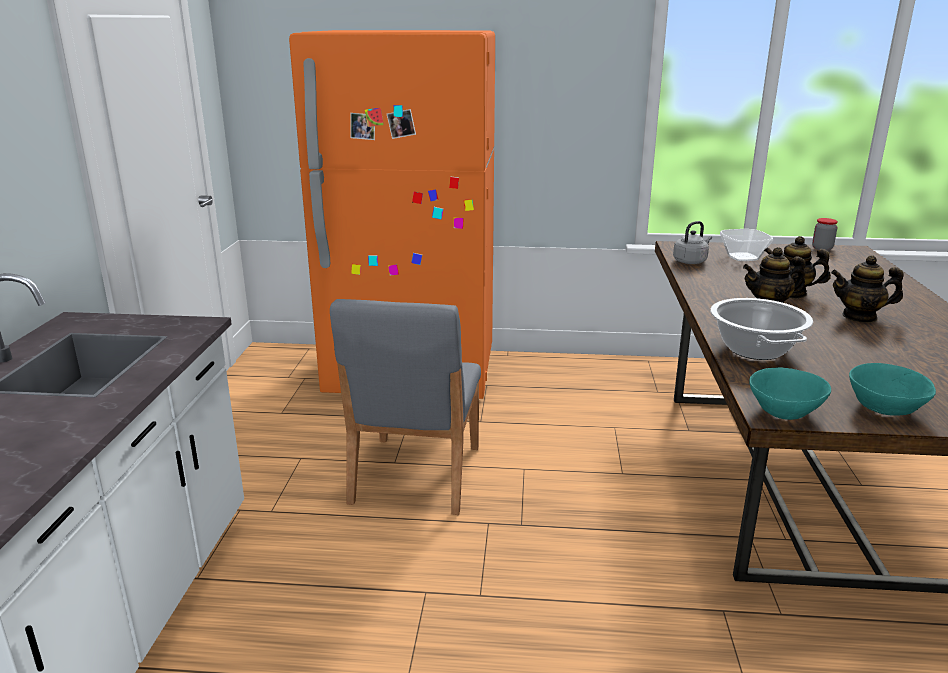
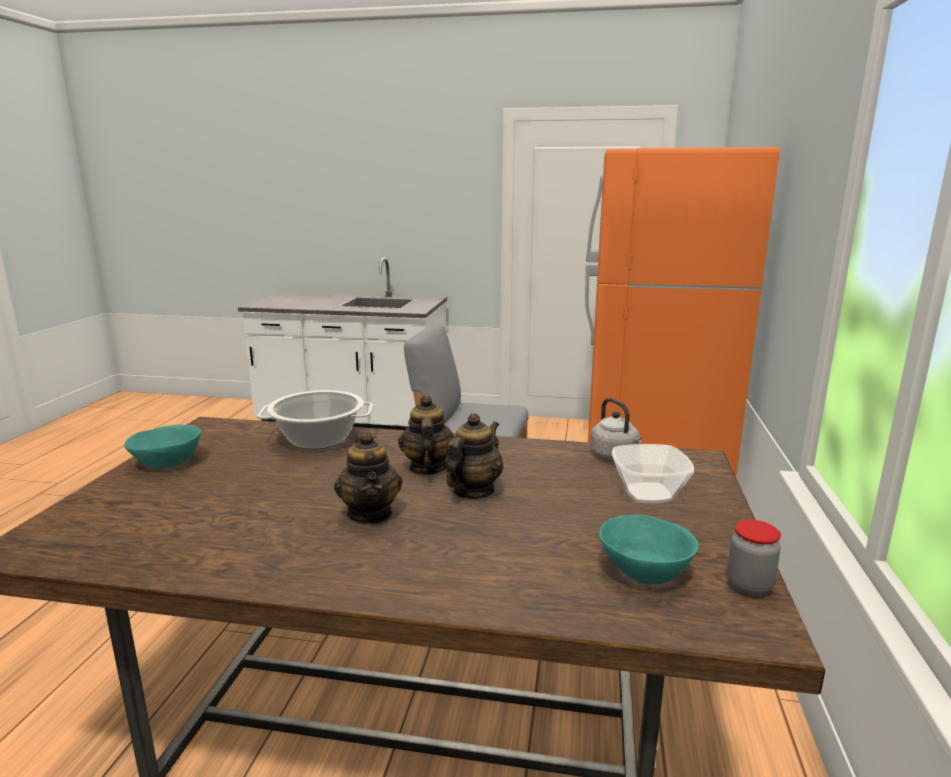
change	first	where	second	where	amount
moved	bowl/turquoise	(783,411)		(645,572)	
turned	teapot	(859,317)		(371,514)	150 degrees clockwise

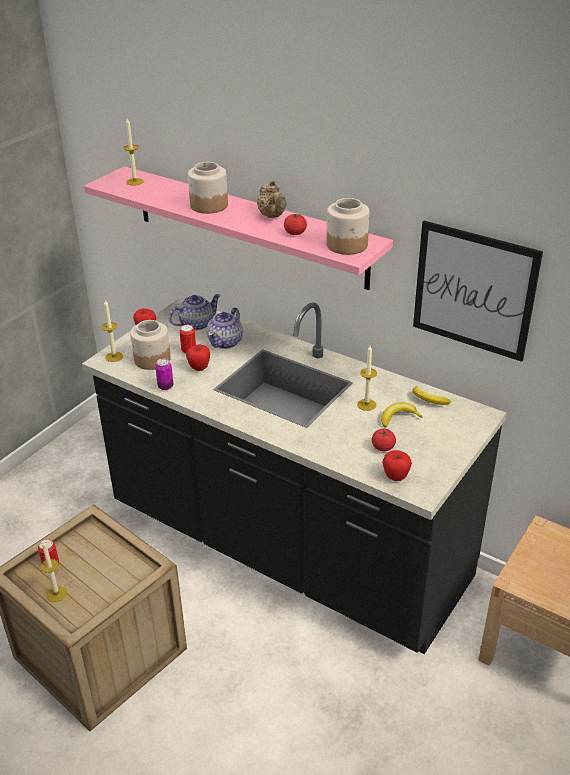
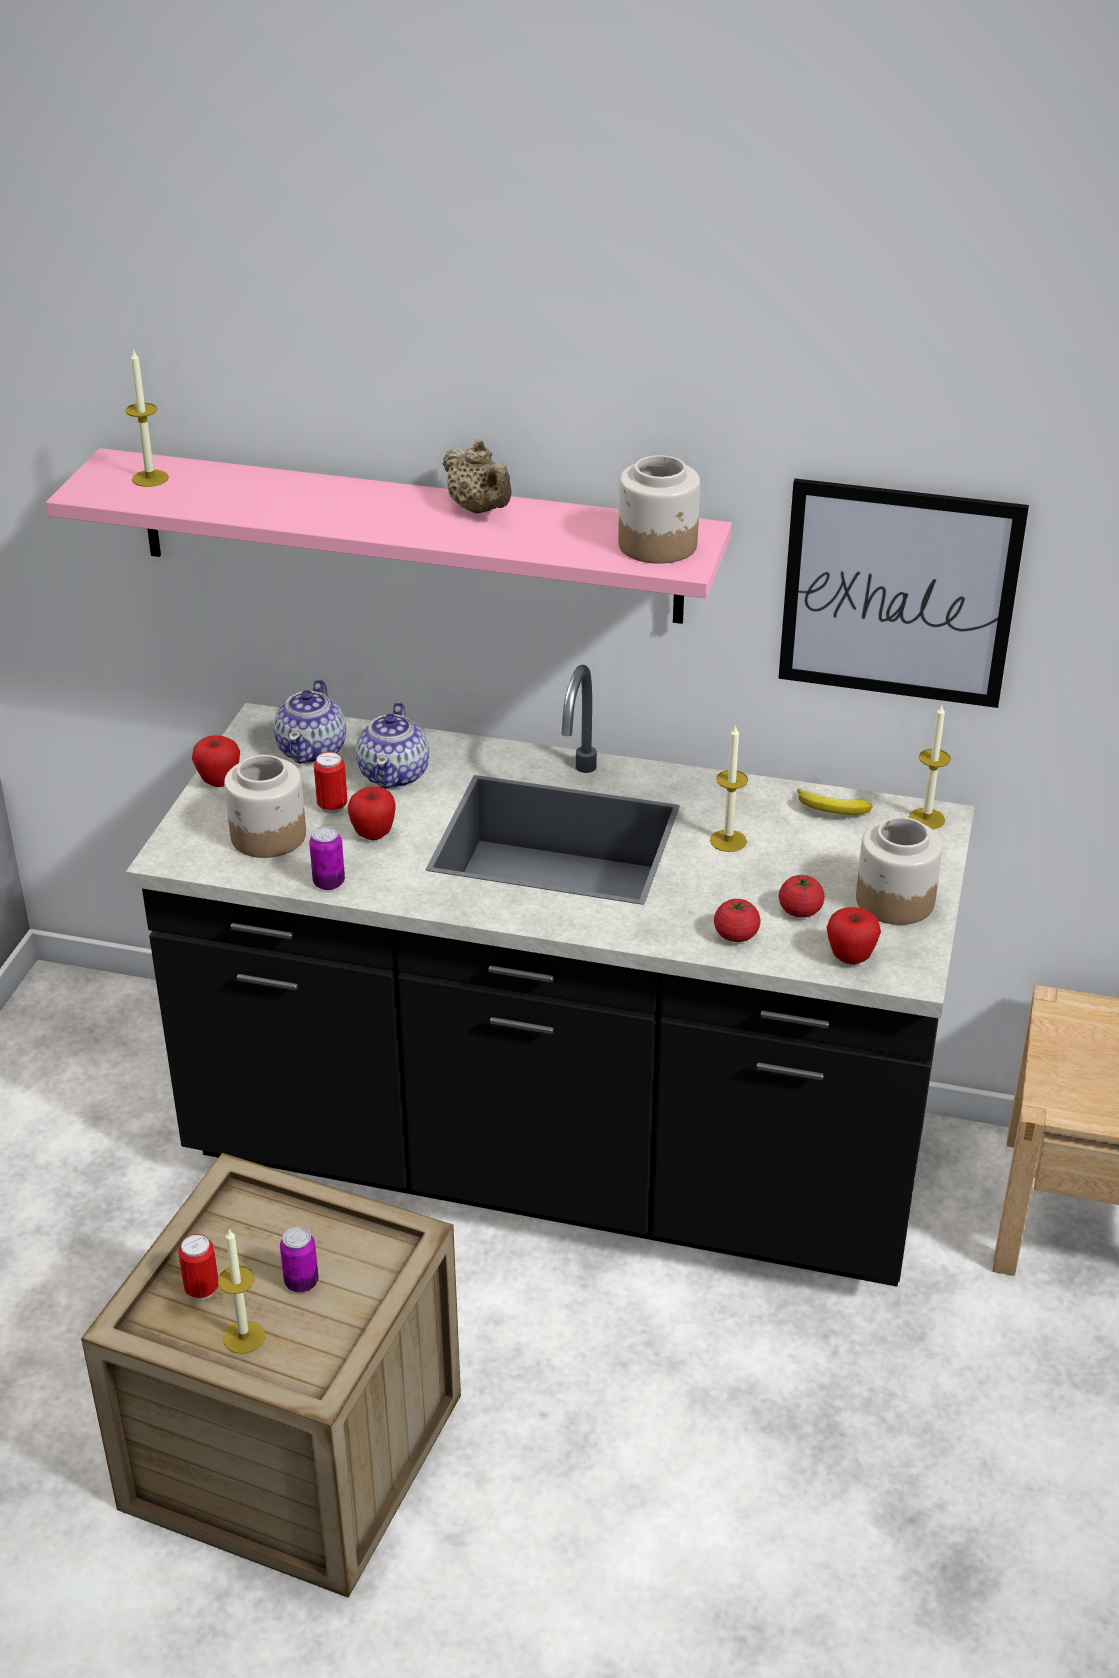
change	first	where	second	where	amount
moved	candle	(114,357)		(926,819)	
turned	teapot	(196,324)		(313,750)	150 degrees clockwise
moved	jar	(209,205)		(894,900)	
moved	tomato	(295,233)		(736,935)	
removed	banana	(398,418)			
added			can	(301,1282)	

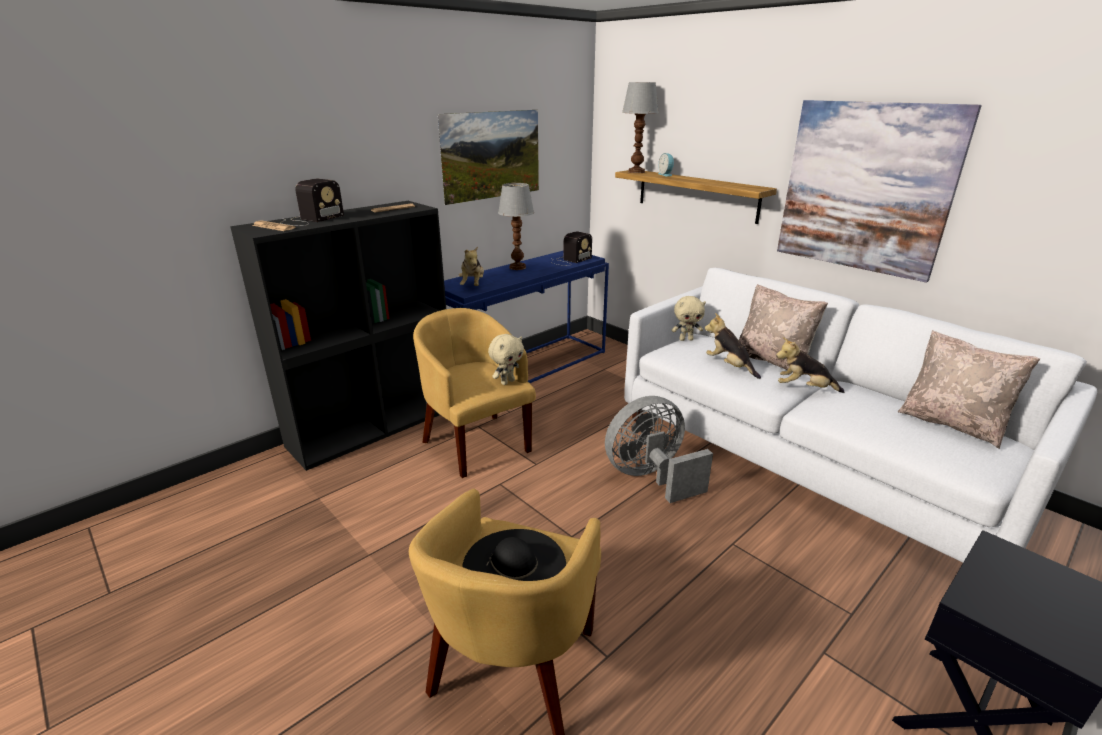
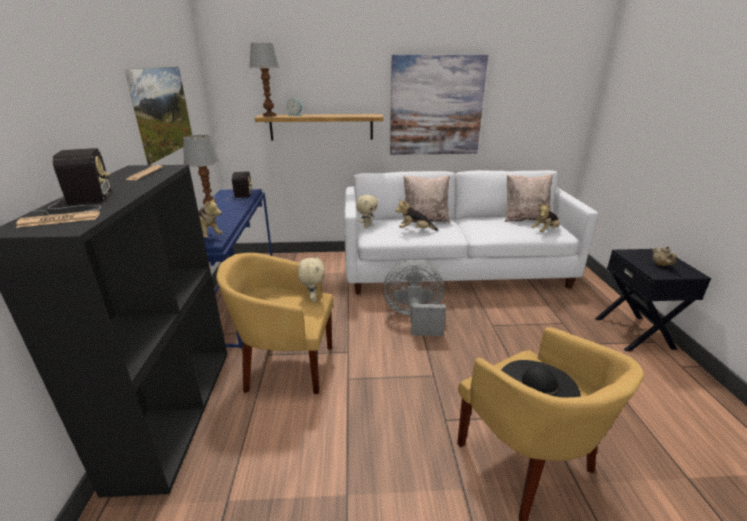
change	first	where	second	where	amount
turned	fan/grey	(651,477)		(414,318)	75 degrees clockwise
moved	plush toy	(804,388)		(545,231)	
added			teapot/beige	(660,265)	

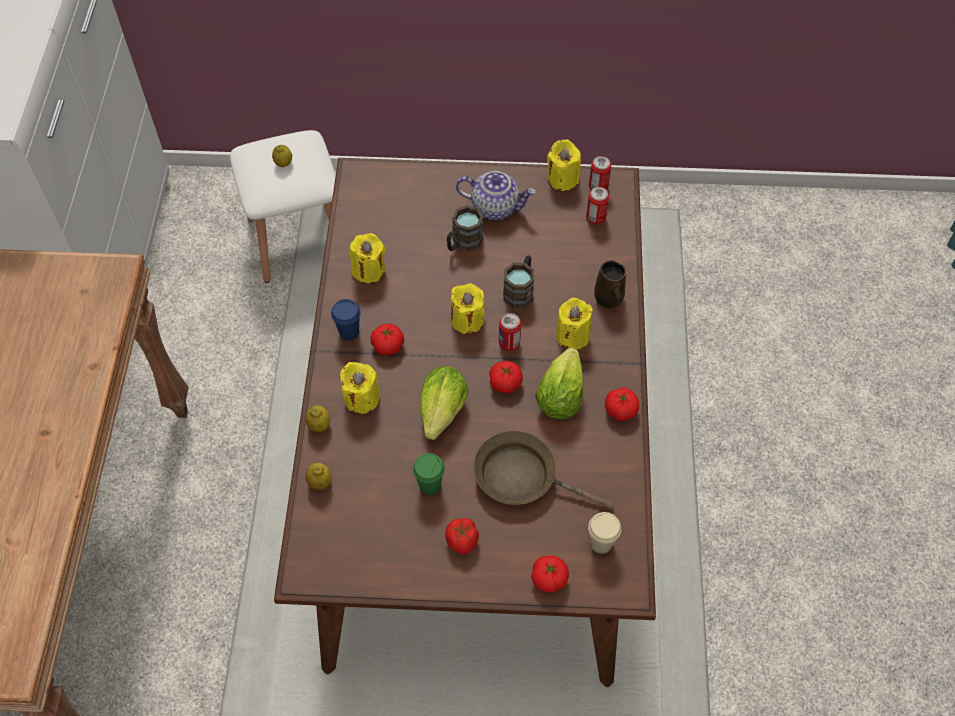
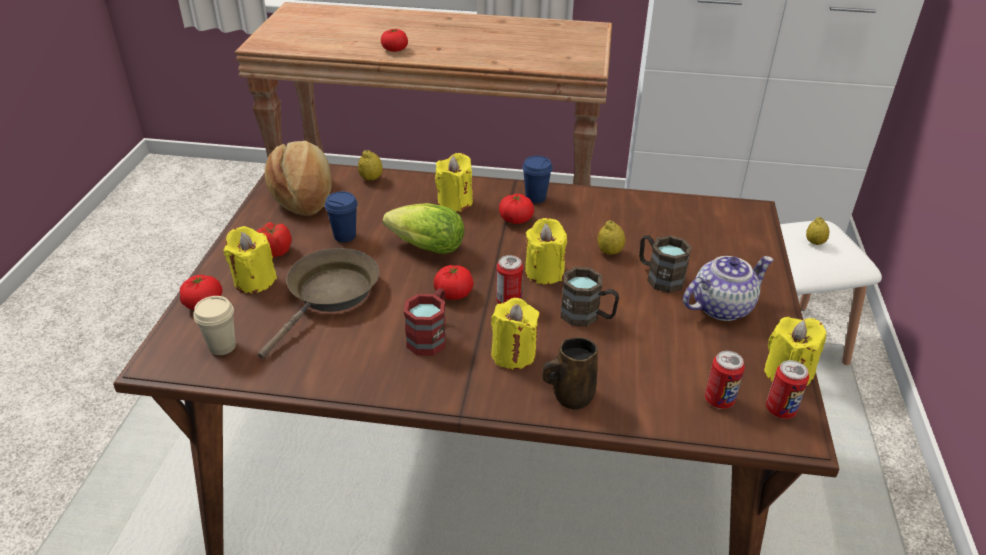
change	first	where	second	where	amount
moved	lemon	(319,425)		(609,252)	
moved	candle/yellow	(369,270)		(254,281)	
recoloured	cup/green	(430,485)	cup/blue	(345,236)	
turned	teapot	(495,207)		(721,306)	135 degrees counterclockwise
replaced	lettuce	(561,393)	mug/red	(430,336)	
moved	tomato	(620,410)		(395,50)	
added			bread	(303,195)	

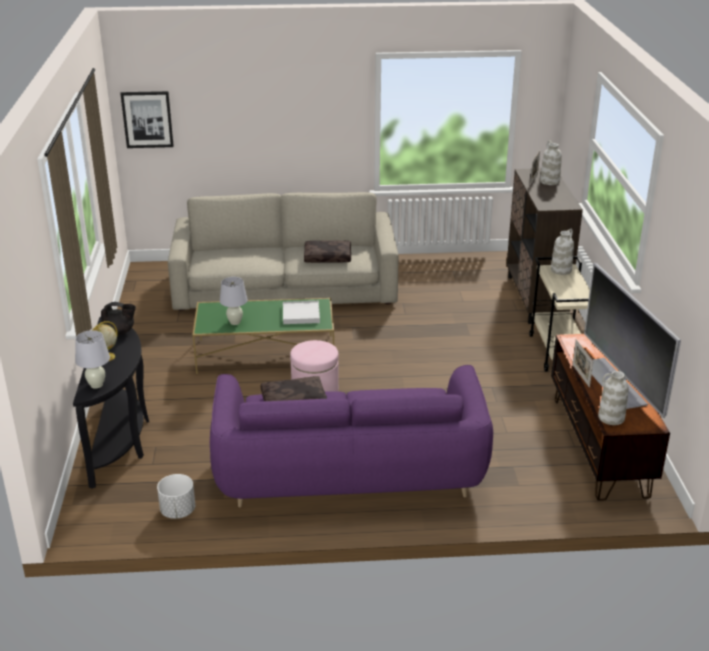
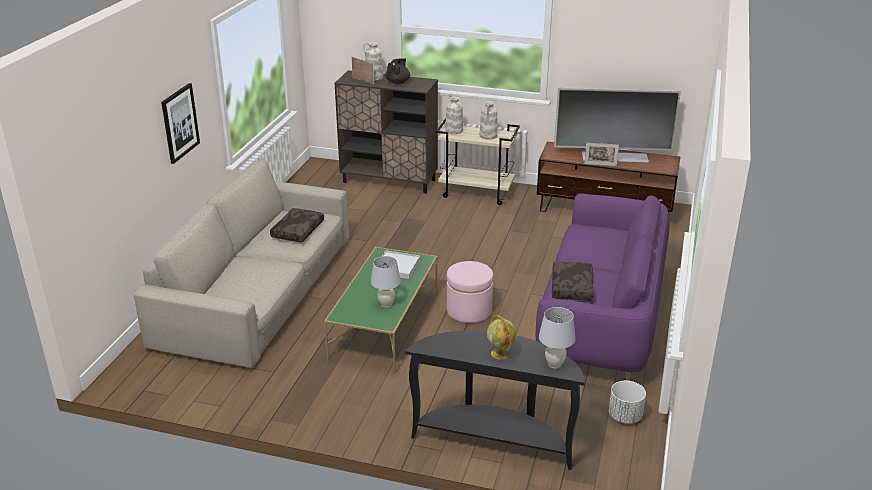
change	first	where	second	where	amount
moved	teapot/black	(119,332)		(398,82)	
moved	picture	(147,119)		(180,123)	
moved	vase/white	(611,418)		(488,136)	

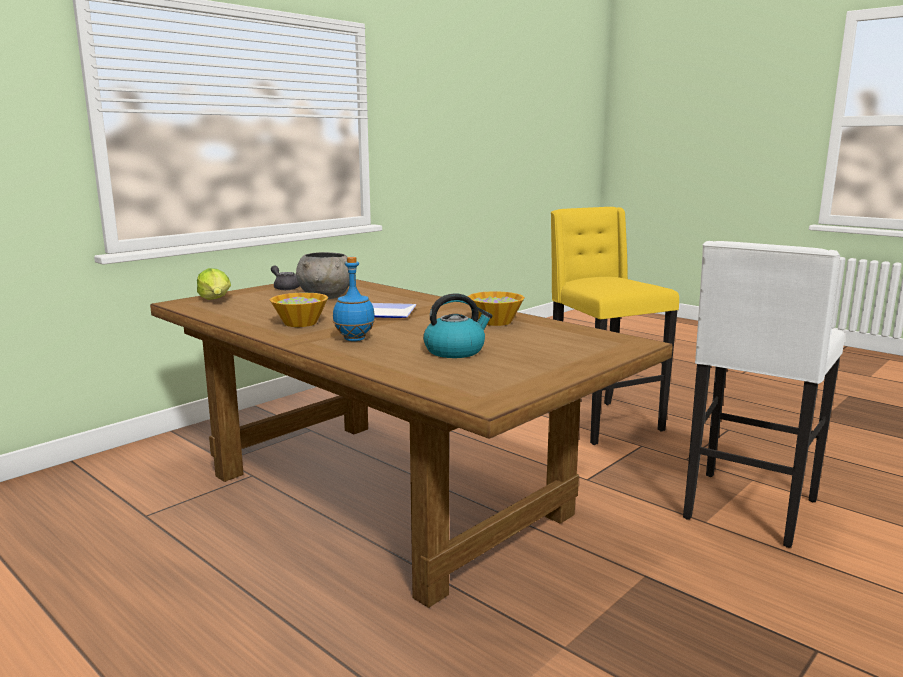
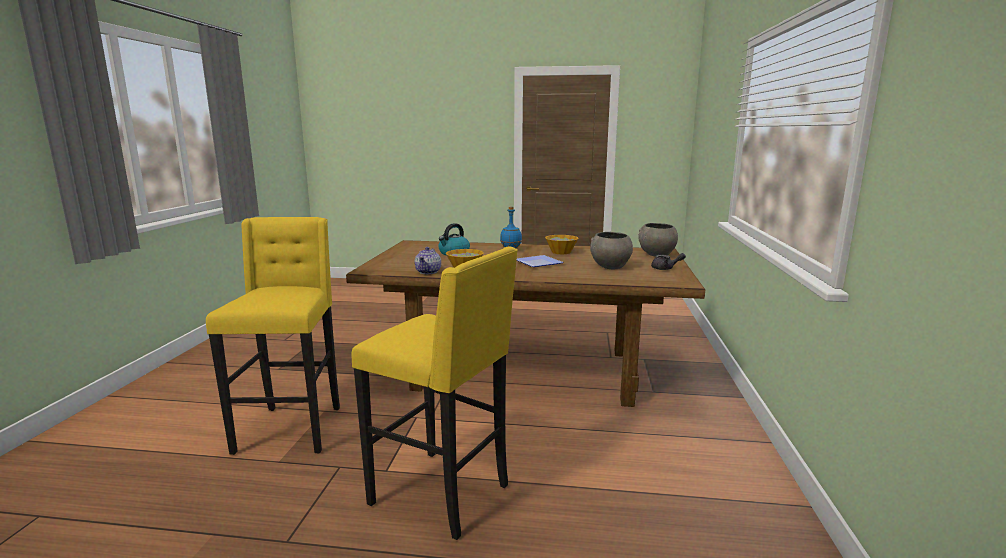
change	first	where	second	where	amount
replaced	lettuce	(216,300)	bowl/grey	(656,254)	
recoloured	stool/white	(747,510)	stool/yellow	(292,428)	
added			teapot	(428,272)	

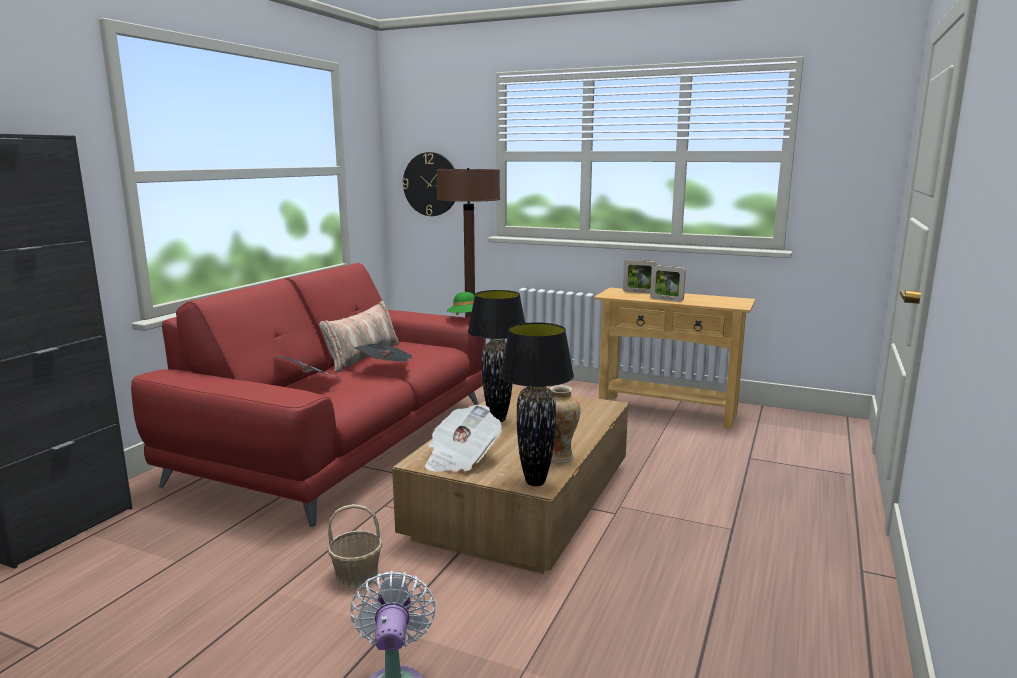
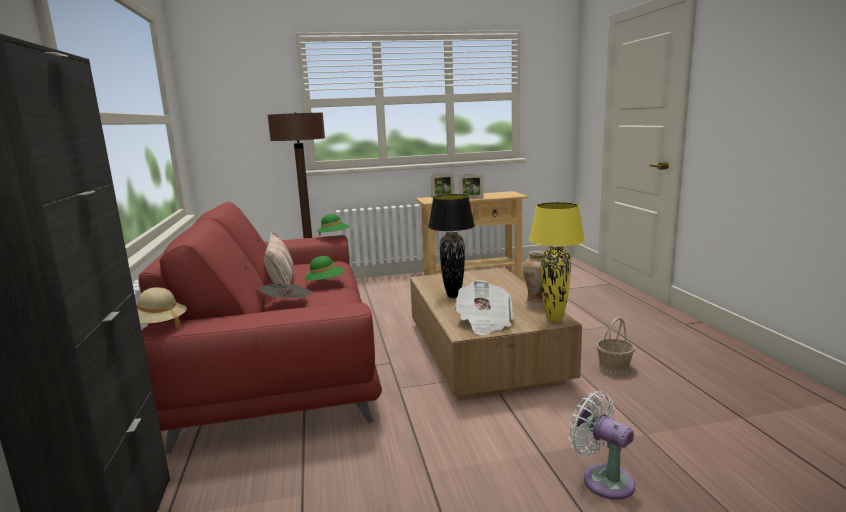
change	first	where	second	where	amount
moved	basket	(357,575)		(614,367)	
replaced	newspaper	(387,369)	hat/green	(325,283)	
removed	wall clock	(431,184)			
recoloured	table lamp/black	(535,482)	table lamp/yellow	(554,320)	
added			hat/beige	(158,325)	

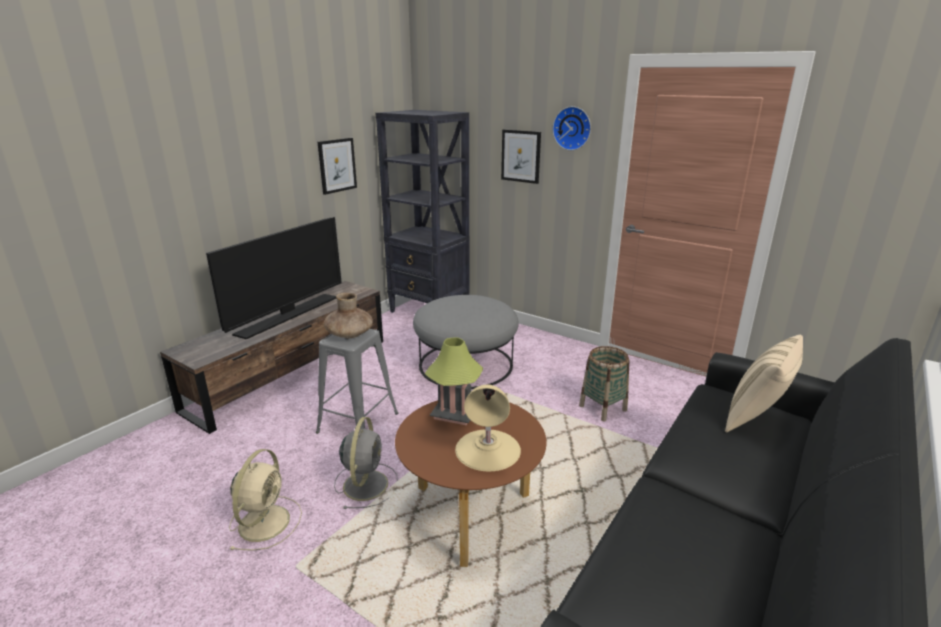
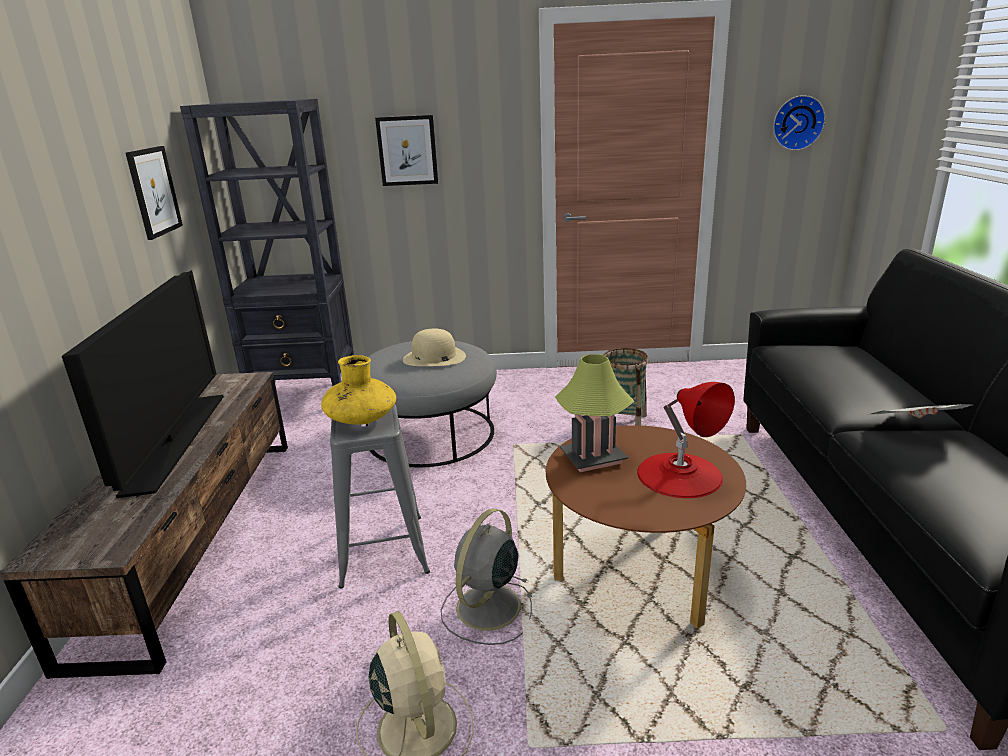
change	first	where	second	where	amount
recoloured	vase/brown	(349,334)	vase/yellow	(361,419)	
turned	fan/grey	(366,483)		(487,608)	120 degrees counterclockwise
recoloured	table lamp/beige	(488,449)	table lamp/red	(680,474)	
moved	wall clock	(573,128)		(797,123)	
removed	pillow/beige	(756,419)			
added			hat/beige	(434,357)	
added			newspaper	(912,430)	

